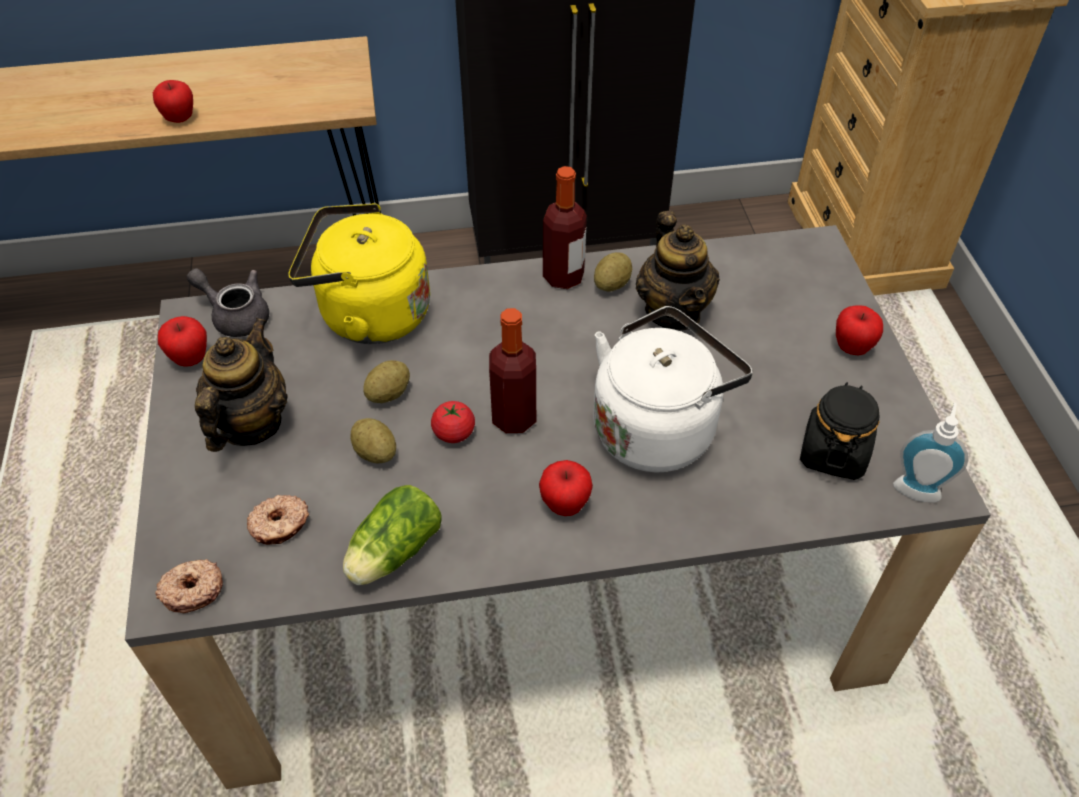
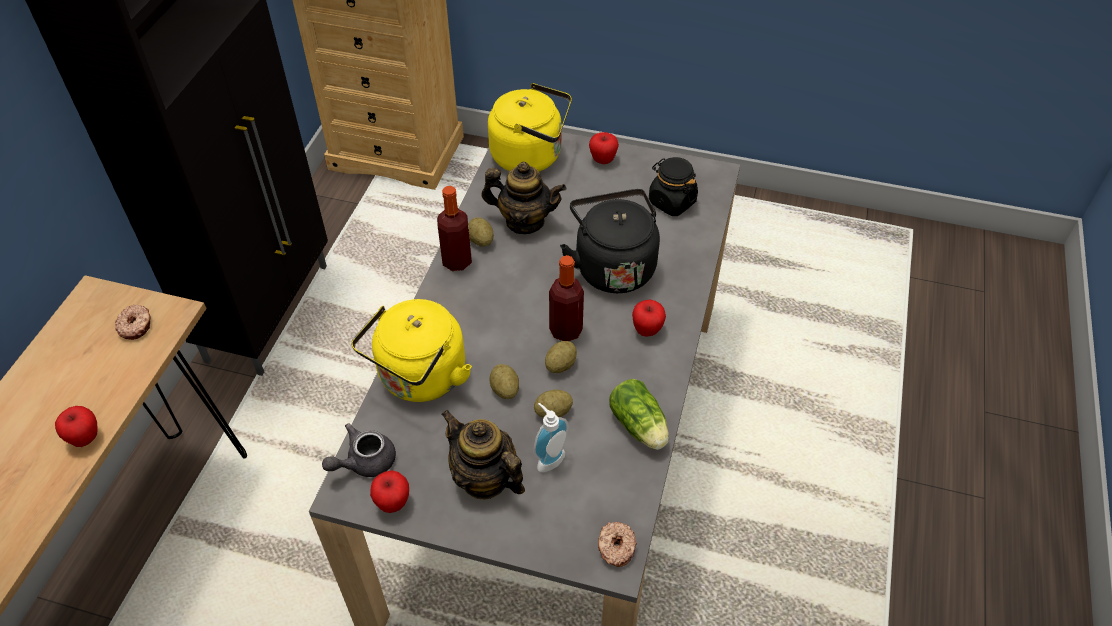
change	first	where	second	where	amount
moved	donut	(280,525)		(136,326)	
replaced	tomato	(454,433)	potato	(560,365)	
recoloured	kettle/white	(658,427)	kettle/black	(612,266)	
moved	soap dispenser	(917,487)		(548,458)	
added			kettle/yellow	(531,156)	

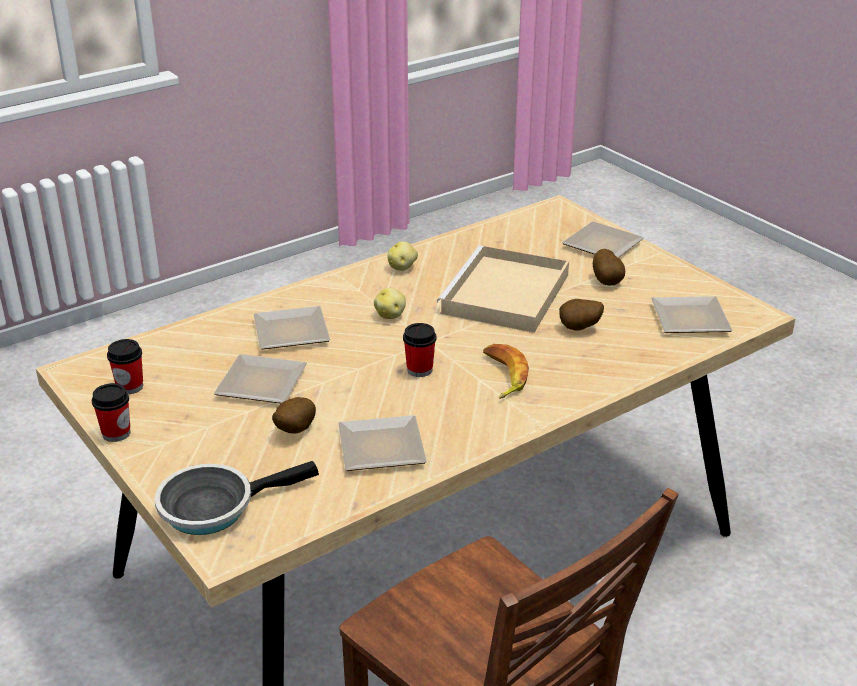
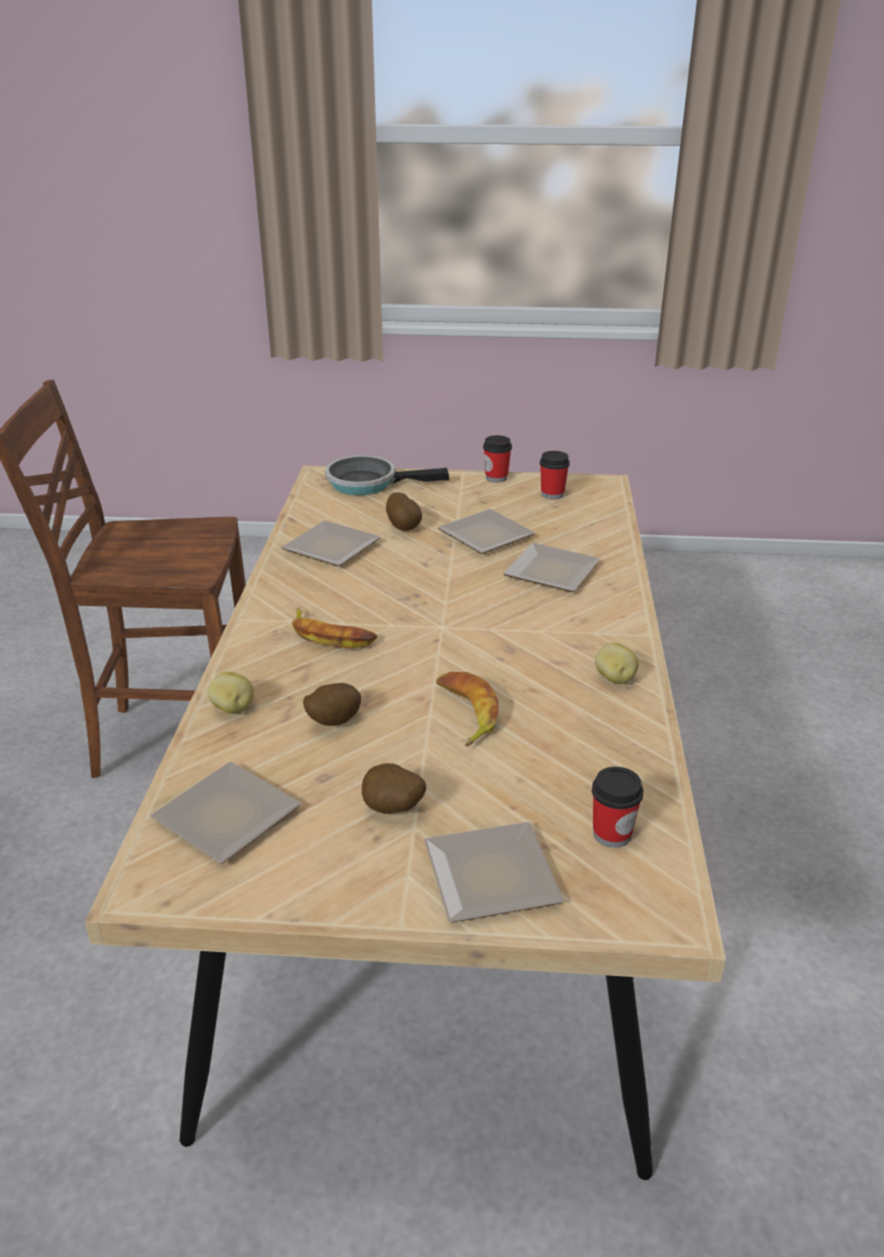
change	first	where	second	where	amount
turned	frying pan	(214,506)		(368,483)	105 degrees counterclockwise
moved	potato	(390,315)		(232,708)	
moved	cup	(419,370)		(612,834)	
replaced	tray/beige	(505,295)	banana	(464,713)	

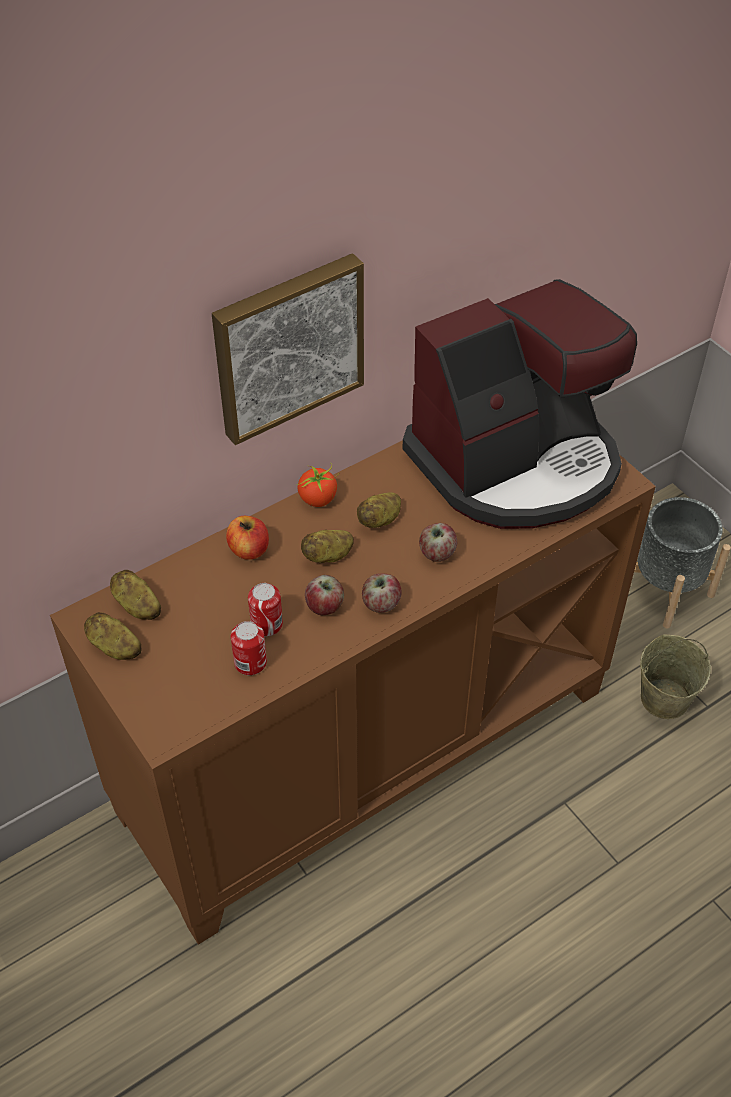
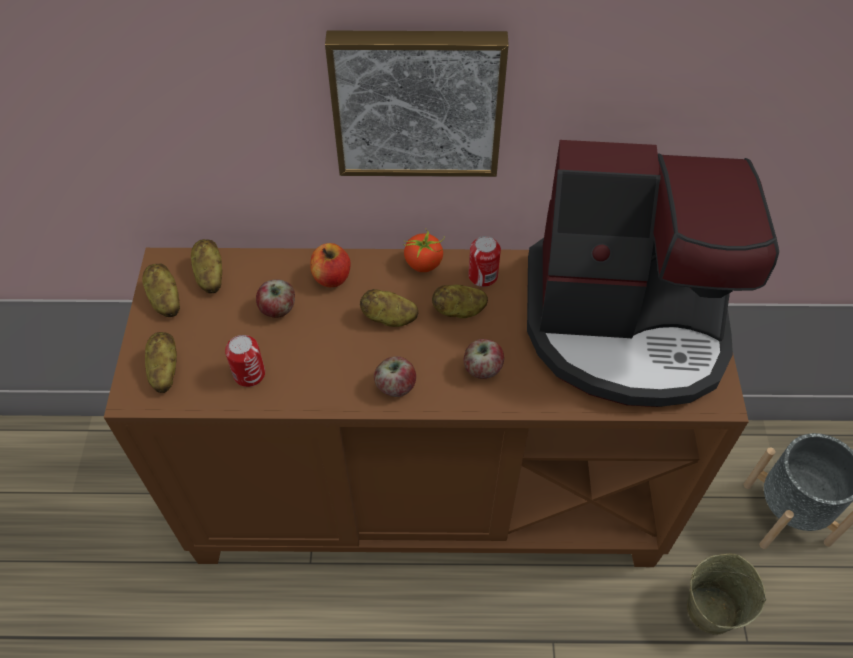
change	first	where	second	where	amount
moved	can	(266,624)		(483,276)	
moved	apple	(325,606)		(278,309)	
added			potato	(164,371)	

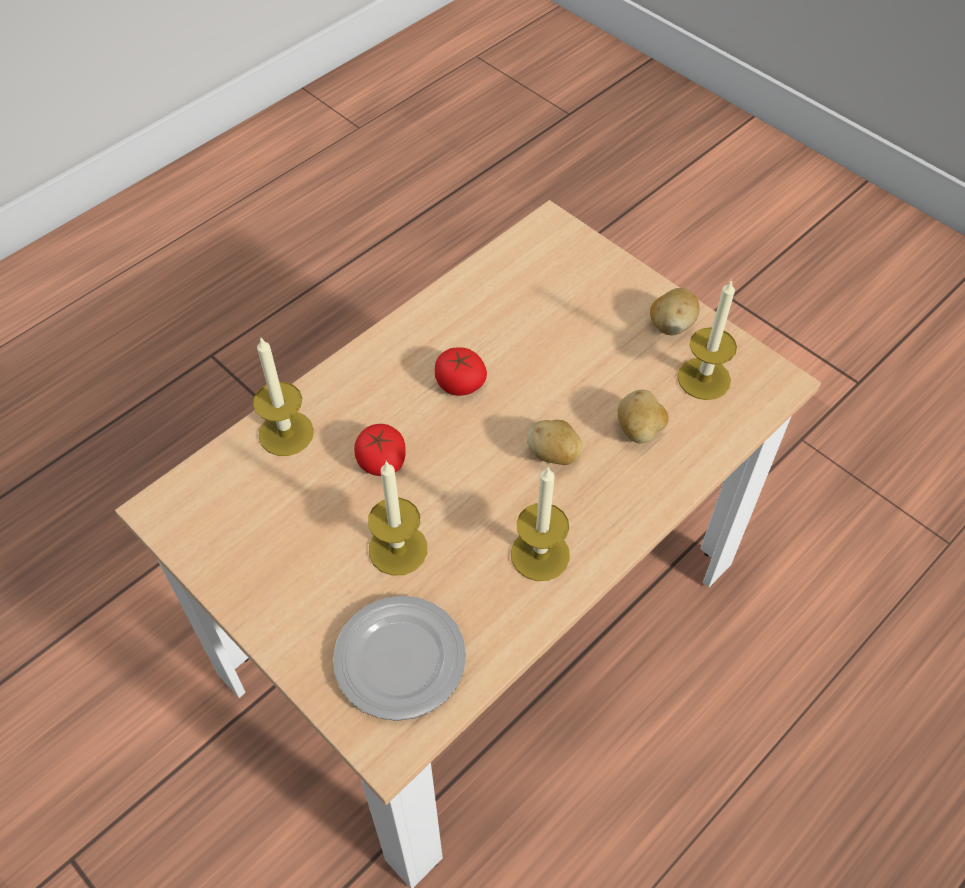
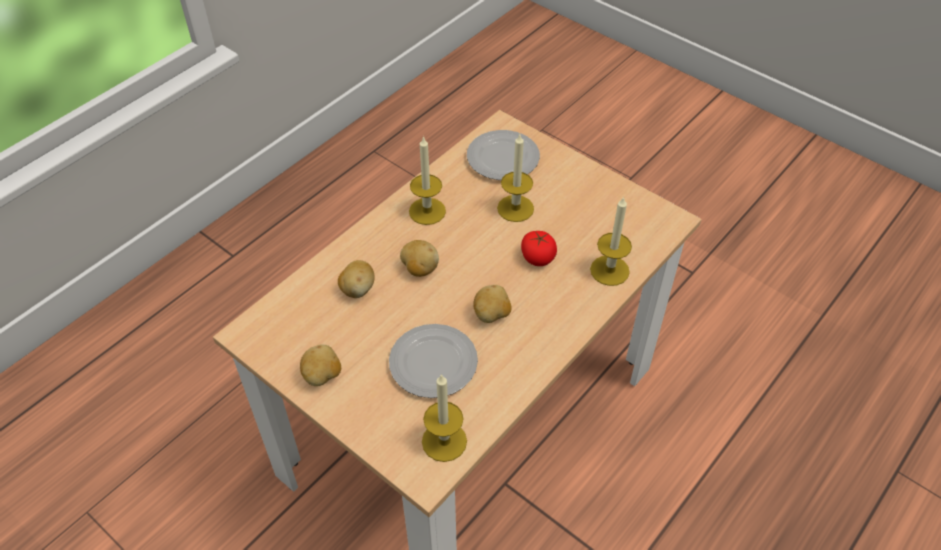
change	first	where	second	where	amount
replaced	tomato	(460,383)	potato	(492,315)	
moved	candle	(704,378)		(444,441)	
added			plate	(433,364)	

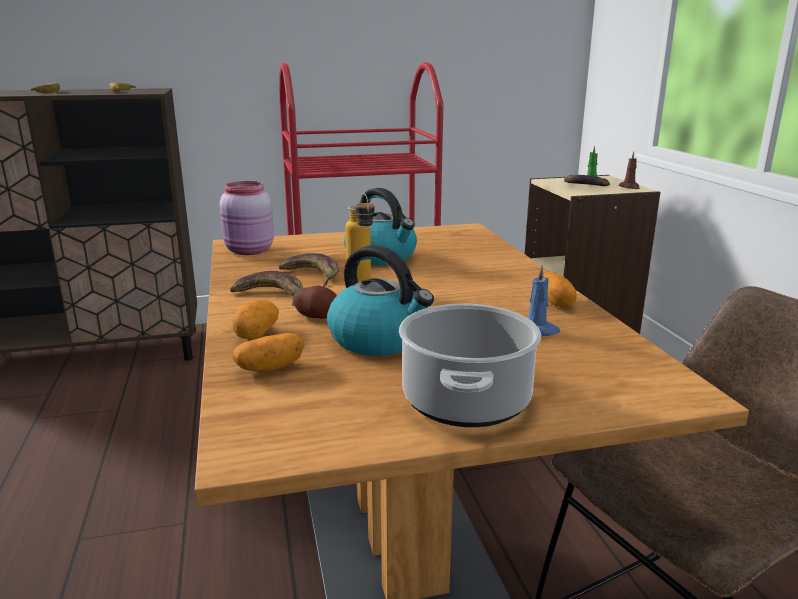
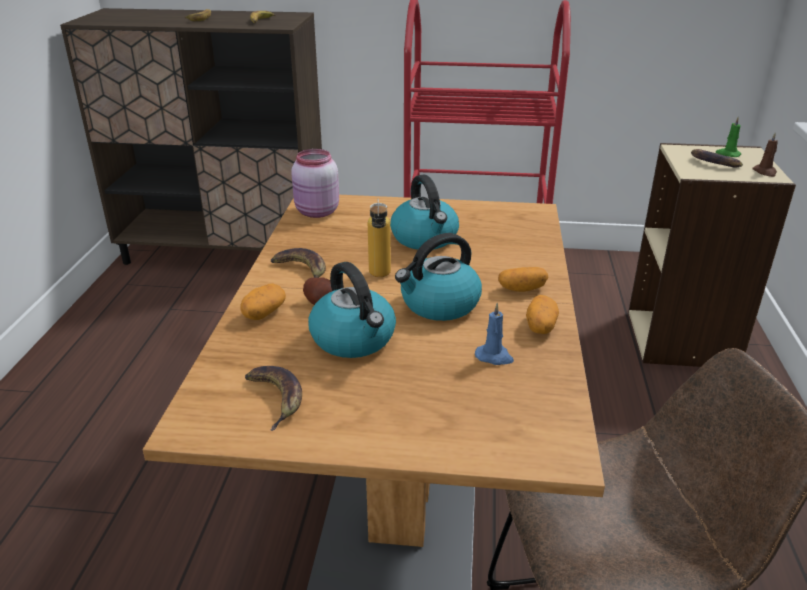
change	first	where	second	where	amount
moved	potato	(270,368)		(522,289)	
moved	banana	(312,275)		(276,398)	
removed	cooking pot	(465,400)			
added			kettle	(439,304)	

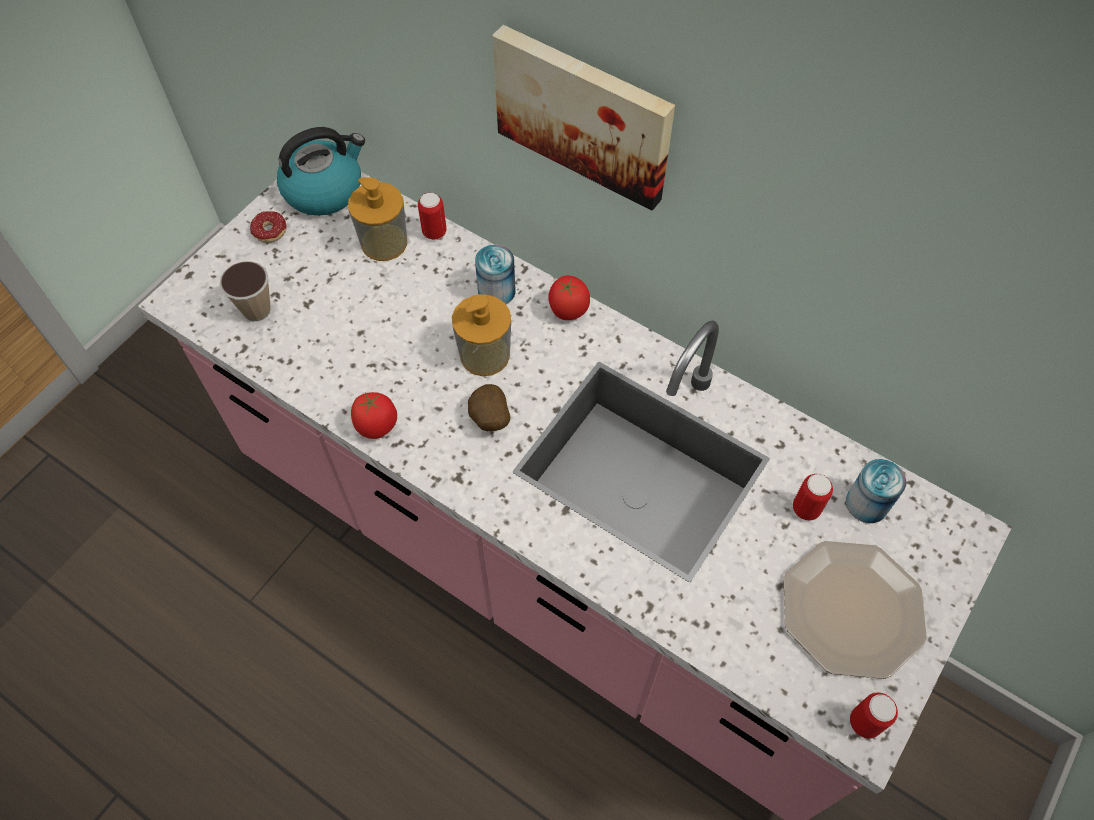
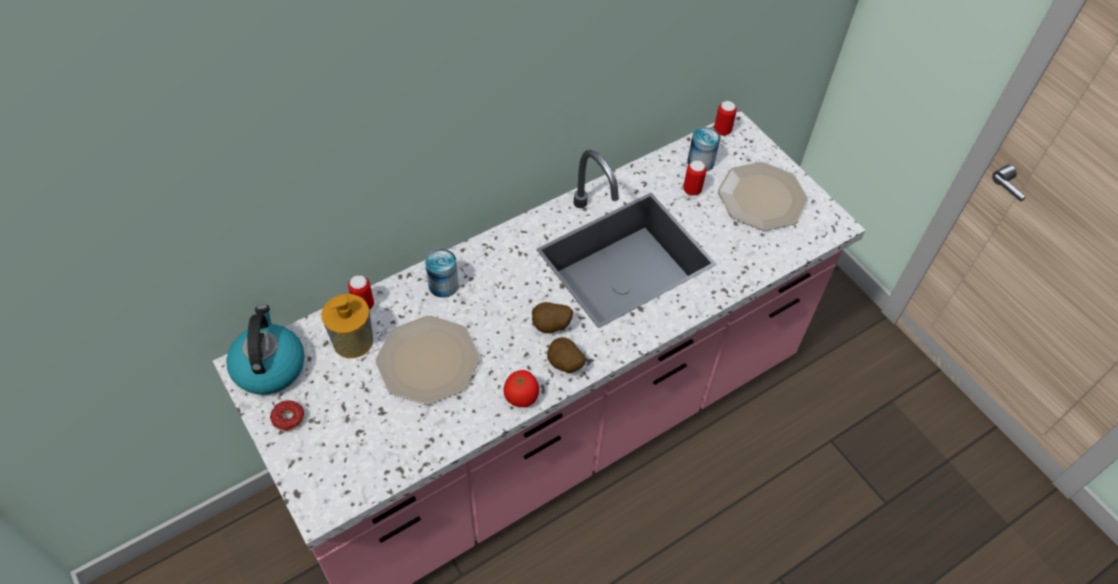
change	first	where	second	where	amount
removed	cup	(257,310)			
removed	soap dispenser	(485,355)			
removed	picture	(584,114)			
removed	tomato	(568,310)			
moved	can	(864,722)		(722,131)	
added			plate	(427,361)	
added			potato	(564,365)	

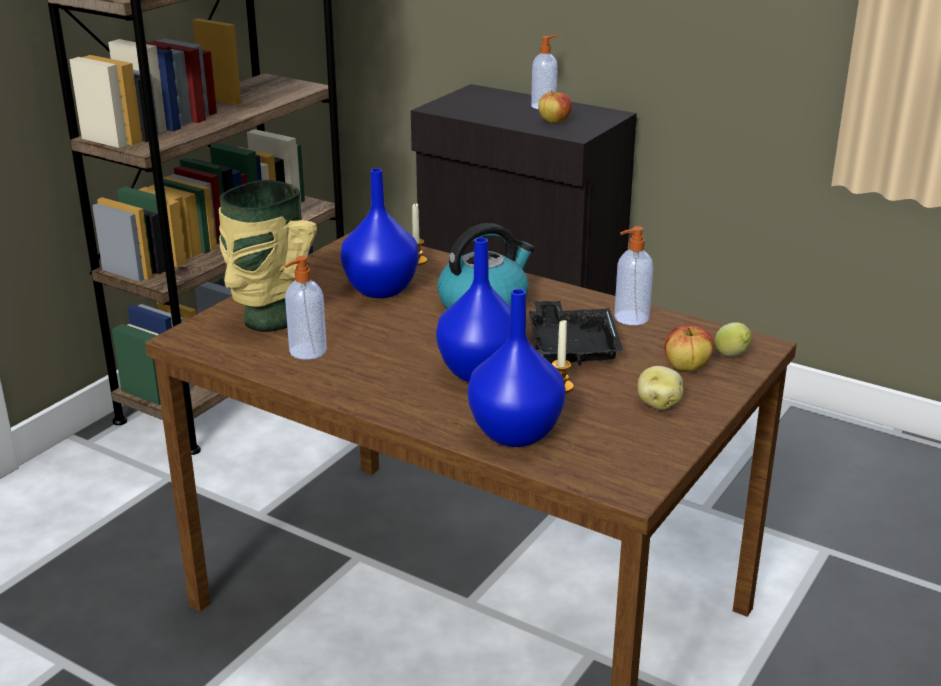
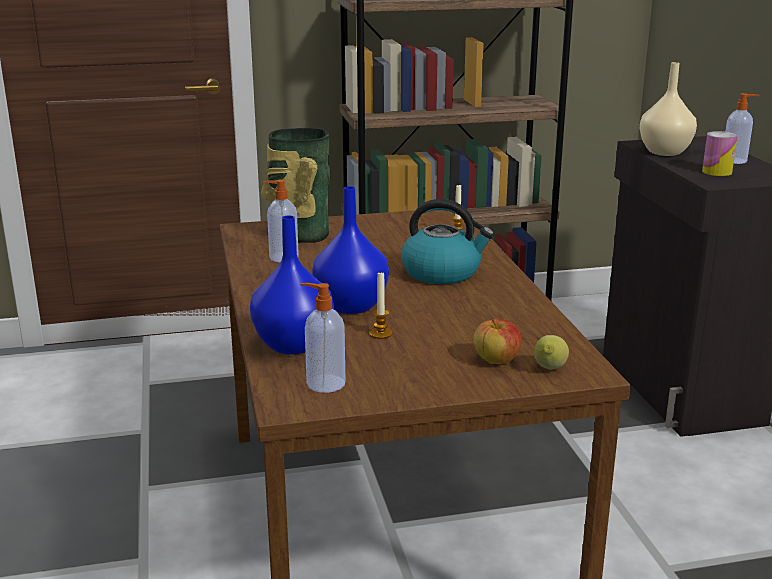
change	first	where	second	where	amount
removed	vase/blue	(380,290)			
removed	tray/black	(572,347)			
replaced	apple	(554,122)	can	(717,172)	
moved	soap dispenser	(630,318)		(324,383)	
removed	potato	(659,404)			
added			vase/beige	(665,152)	

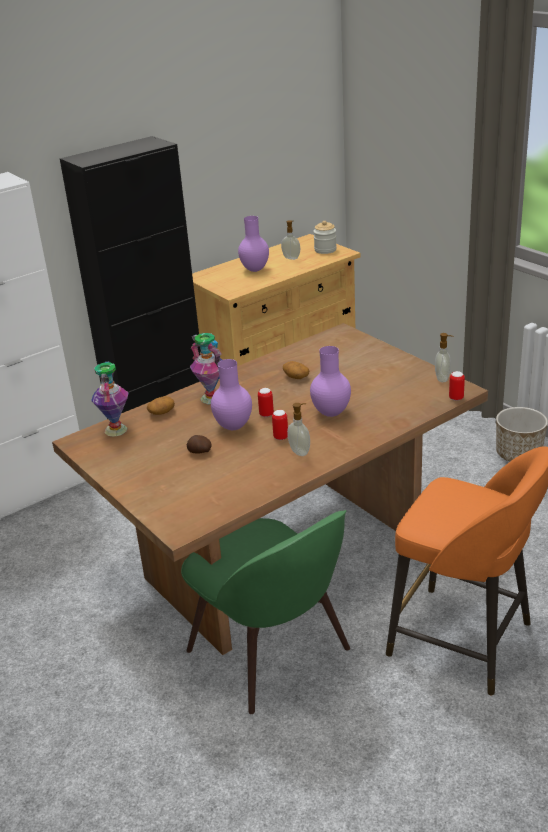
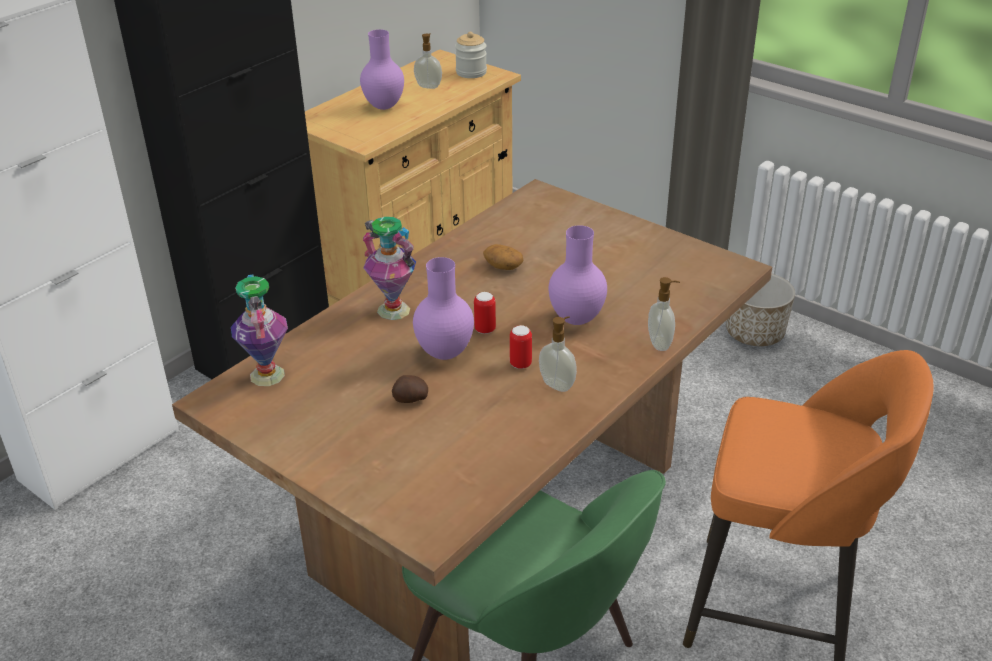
change	first	where	second	where	amount
removed	potato	(161,412)			
moved	soap dispenser	(443,378)		(660,343)	
removed	can	(456,398)			

